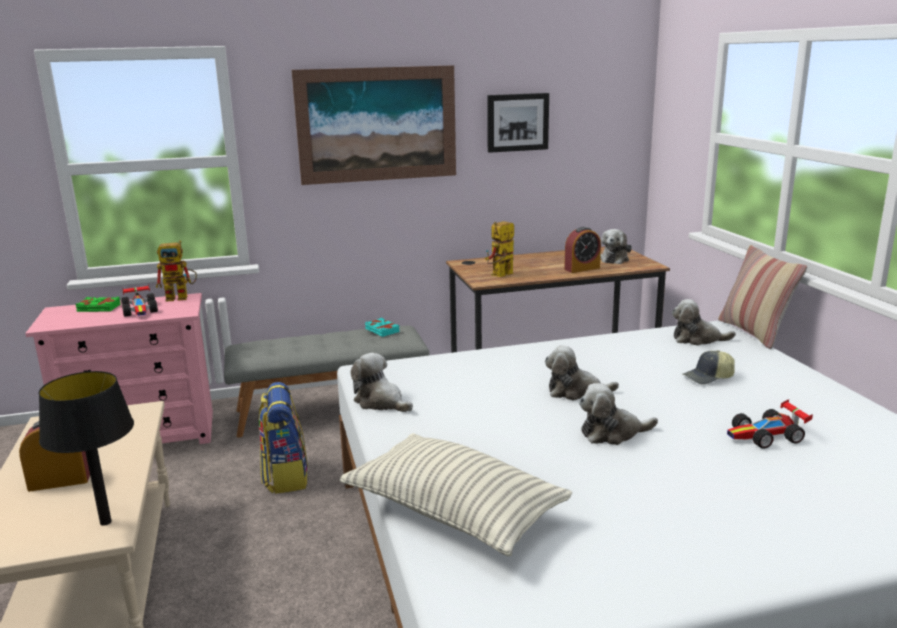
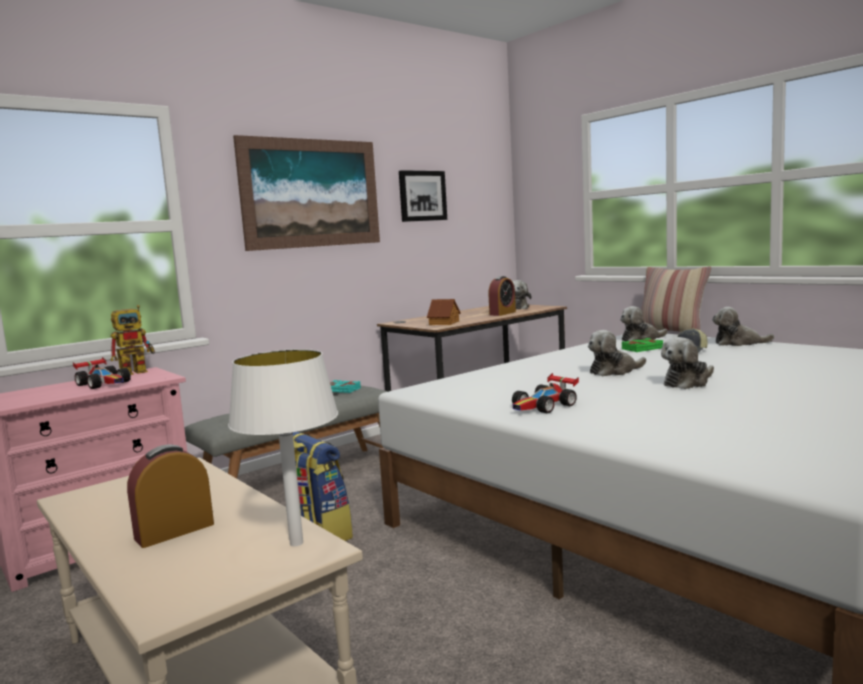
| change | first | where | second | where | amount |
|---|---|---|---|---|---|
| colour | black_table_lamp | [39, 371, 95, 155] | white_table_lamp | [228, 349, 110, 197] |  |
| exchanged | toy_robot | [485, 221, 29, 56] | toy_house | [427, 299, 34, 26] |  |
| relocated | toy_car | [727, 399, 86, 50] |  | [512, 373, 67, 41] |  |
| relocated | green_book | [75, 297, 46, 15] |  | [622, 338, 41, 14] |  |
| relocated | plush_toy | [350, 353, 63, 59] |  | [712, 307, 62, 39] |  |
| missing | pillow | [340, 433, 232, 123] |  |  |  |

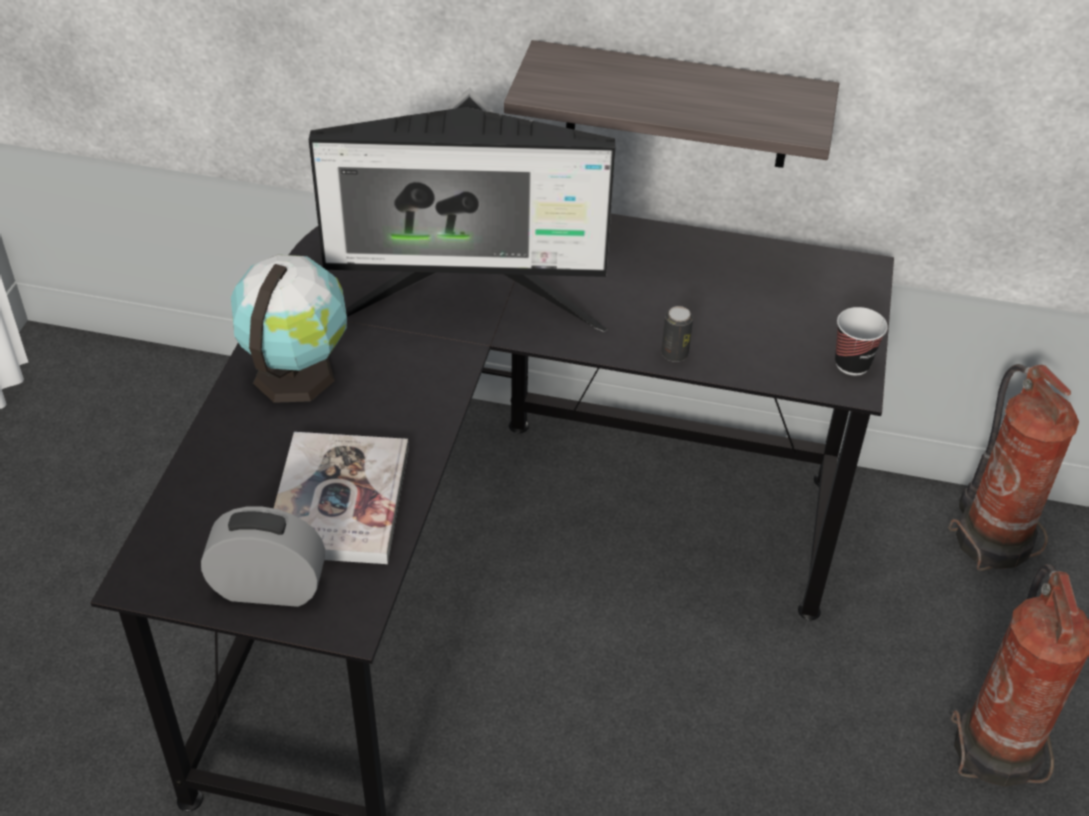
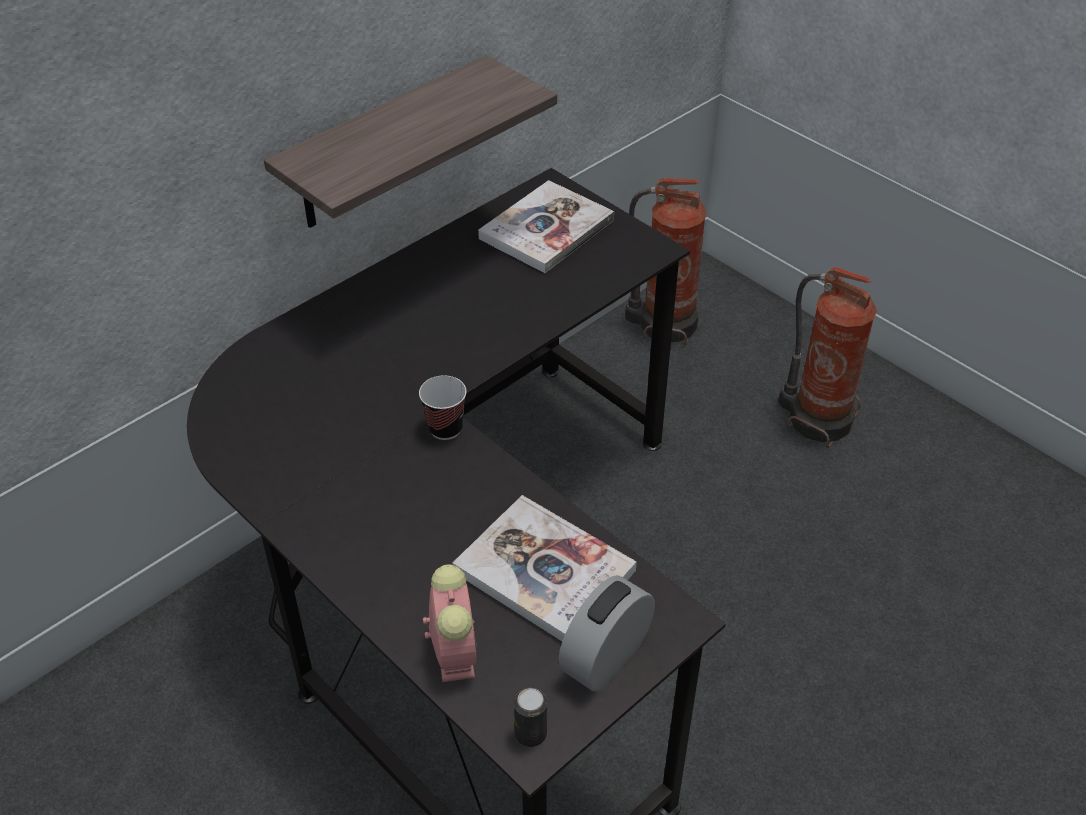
| change | first | where | second | where | amount |
|---|---|---|---|---|---|
| relocated | cup | [835, 307, 53, 68] |  | [419, 375, 48, 65] |  |
| appeared |  |  | alarm_clock | [423, 564, 54, 118] |  |
| appeared |  |  | book | [478, 180, 136, 93] |  |
| relocated | can | [661, 306, 32, 56] |  | [514, 688, 33, 59] |  |
| missing | globe | [231, 255, 116, 148] |  |  |  |
| missing | monitor | [308, 88, 307, 244] |  |  |  |

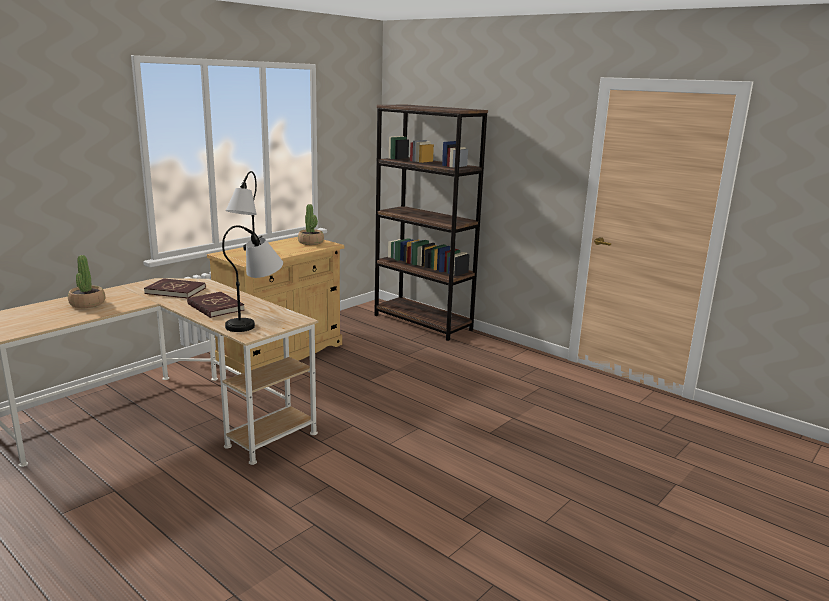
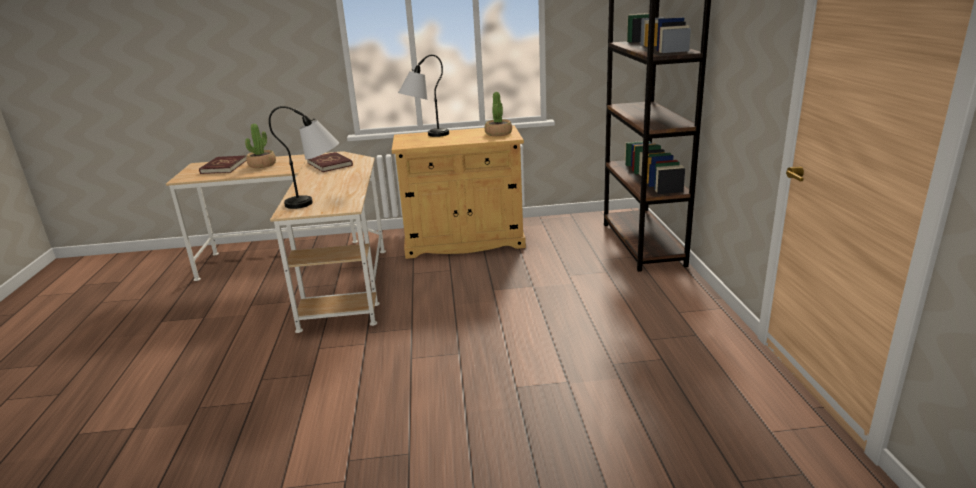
| change | first | where | second | where | amount |
|---|---|---|---|---|---|
| relocated | red_book | [187, 292, 57, 26] |  | [199, 155, 48, 19] |  |

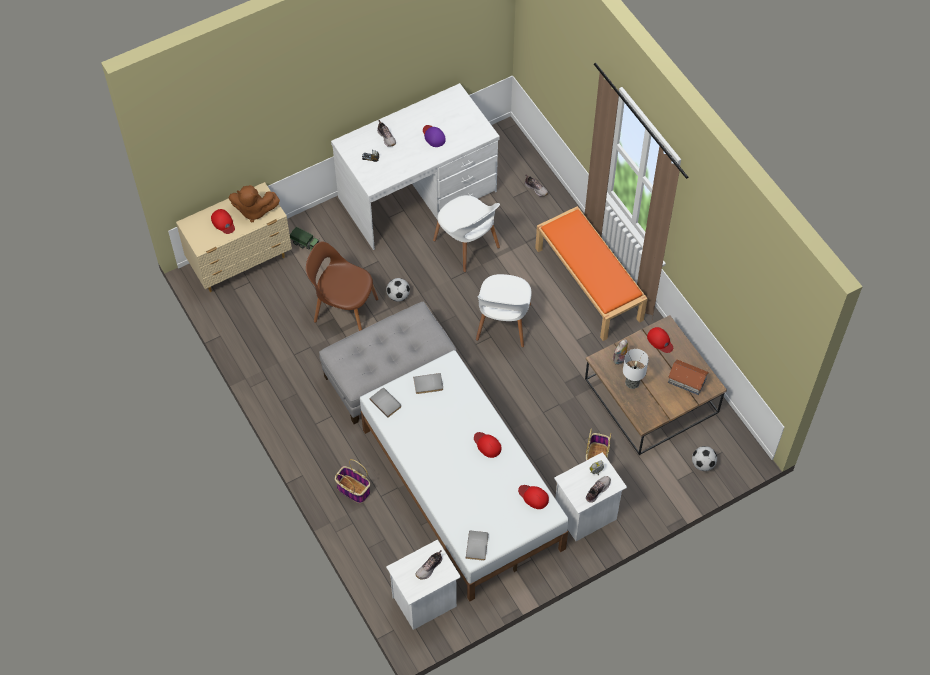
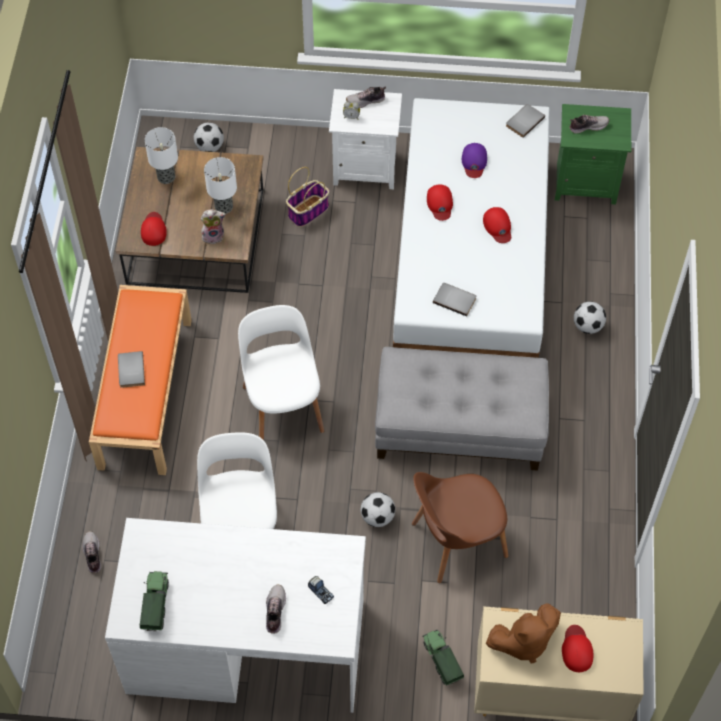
| change | first | where | second | where | amount |
|---|---|---|---|---|---|
| relocated | grey_book | [370, 388, 31, 30] |  | [118, 351, 27, 37] |  |
| appeared |  |  | toy_truck | [140, 571, 29, 60] |  |
| exchanged | toy_house | [668, 359, 41, 36] | table_lamp | [145, 127, 33, 57] |  |
| spun | white_chair | [476, 274, 56, 73] |  | [238, 305, 86, 135] | 60 degrees counterclockwise |
| spun | brown_chair | [306, 242, 73, 89] |  | [412, 472, 97, 111] | 105 degrees clockwise |
| relocated | purple_cap | [423, 125, 23, 22] |  | [462, 143, 25, 35] |  |
| relocated | red_cap | [518, 485, 31, 24] |  | [483, 207, 28, 36] |  |
| spun | brown_plush_toy | [229, 185, 51, 37] |  | [486, 603, 75, 60] | 120 degrees clockwise |
| colour | white_nightstand | [386, 539, 75, 91] | green_nightstand | [555, 104, 76, 101] |  |
| exchanged | basket | [335, 459, 35, 44] | football | [574, 301, 32, 33] |  |

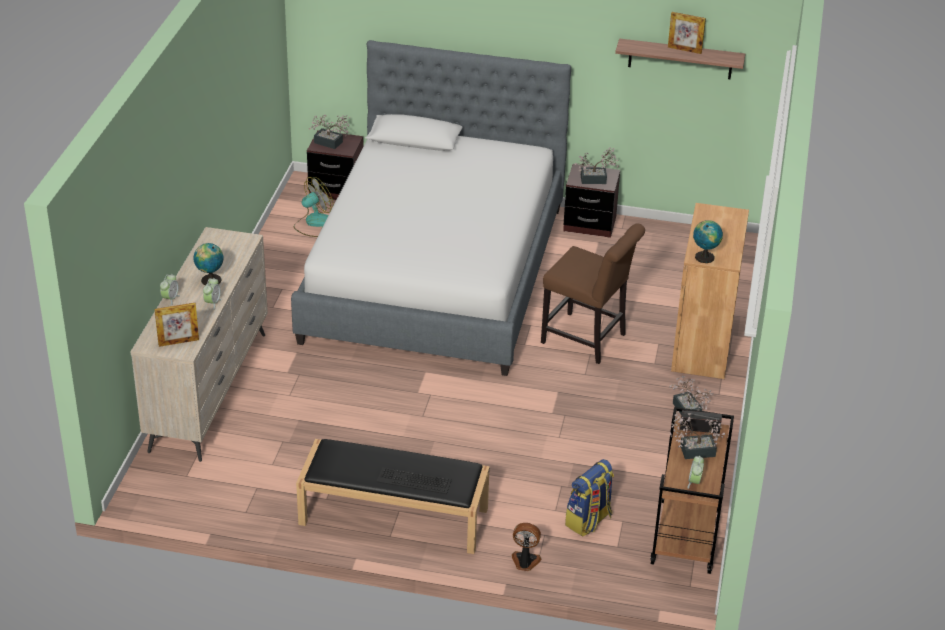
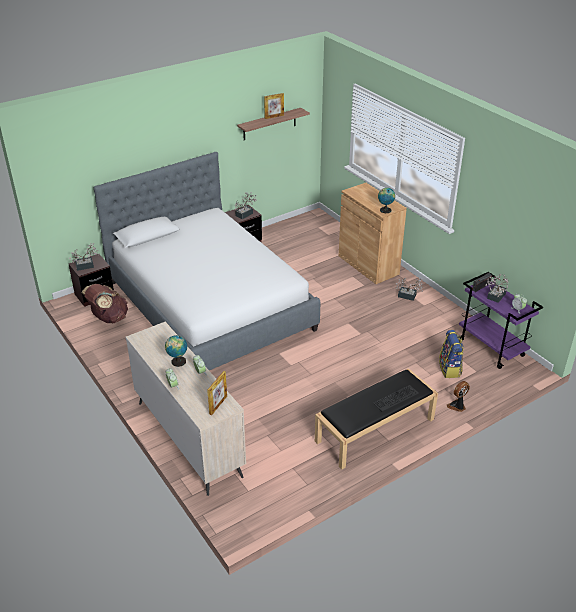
| change | first | where | second | where | amount |
|---|---|---|---|---|---|
| exchanged | fan | [294, 177, 39, 60] | brown_backpack | [81, 284, 47, 39] |  |
| colour | brown_cart | [650, 407, 84, 167] | purple_cart | [459, 272, 84, 97] |  |
| missing | brown_chair | [541, 223, 104, 141] |  |  |  |

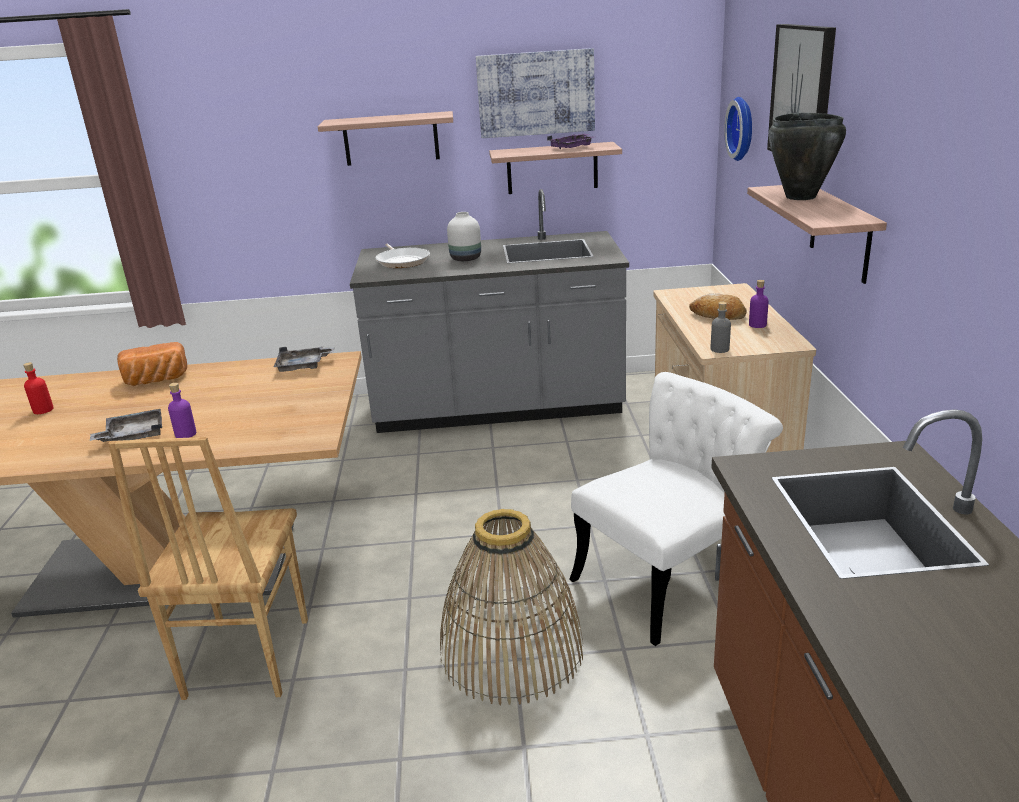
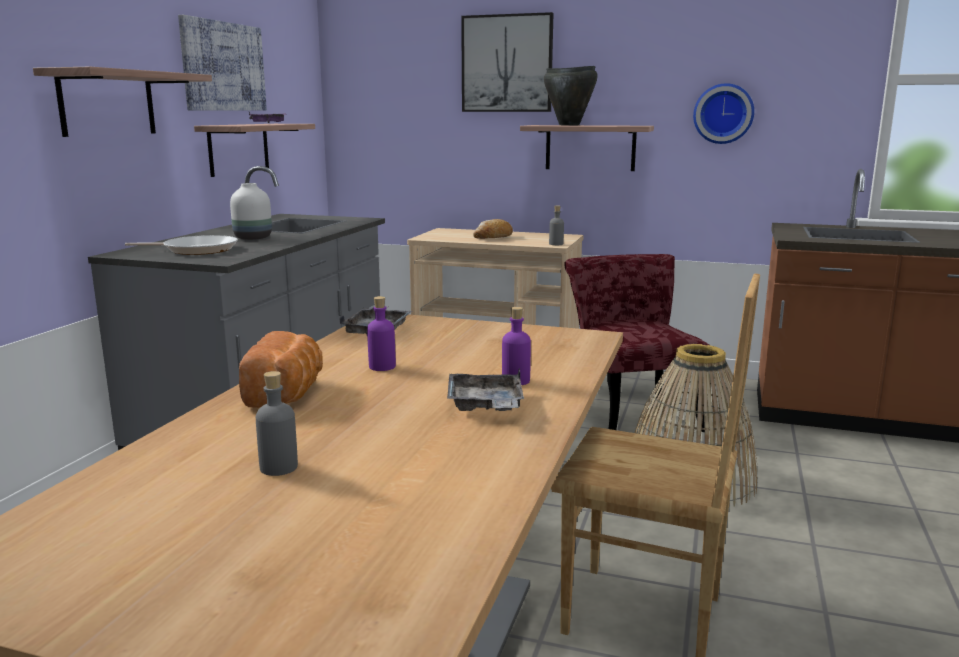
| change | first | where | second | where | amount |
|---|---|---|---|---|---|
| colour | red_bottle | [23, 362, 31, 52] | grey_bottle | [256, 371, 42, 105] |  |
| relocated | purple_bottle | [749, 280, 20, 48] |  | [367, 296, 29, 75] |  |
| colour | white_chair | [570, 372, 213, 274] | red_chair | [564, 254, 145, 178] |  |
| relocated | wall_clock | [724, 97, 28, 64] |  | [693, 83, 61, 61] |  |

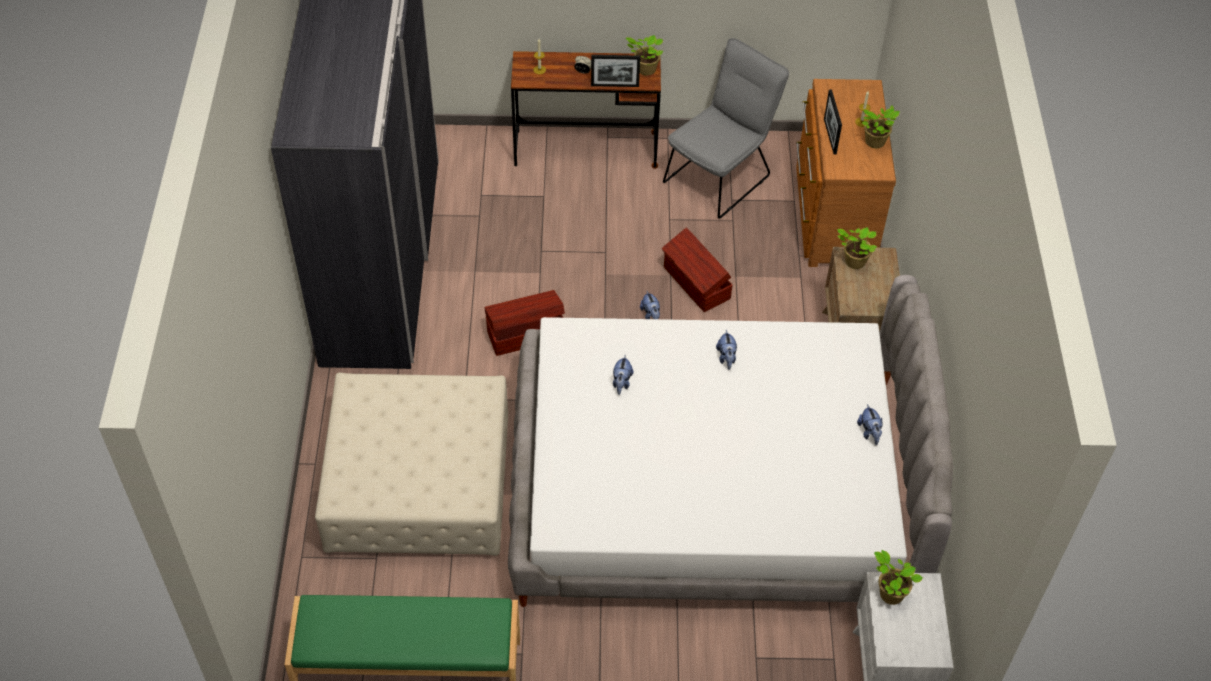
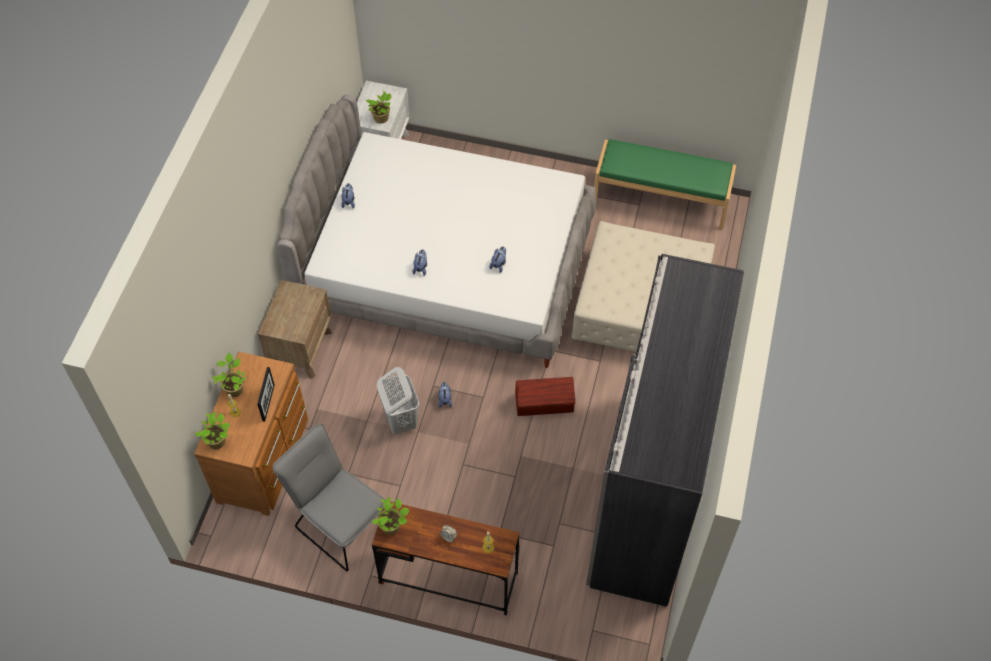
| change | first | where | second | where | amount |
|---|---|---|---|---|---|
| relocated | potted_plant | [837, 227, 40, 42] |  | [195, 412, 35, 37] |  |
| spun | grey_chair | [663, 38, 126, 181] |  | [272, 424, 113, 147] | 75 degrees clockwise |
| exchanged | brown_storage_box | [662, 227, 70, 85] | white_laundry_basket | [377, 367, 42, 68] |  |
| missing | picture_frame | [591, 55, 49, 32] |  |  |  |

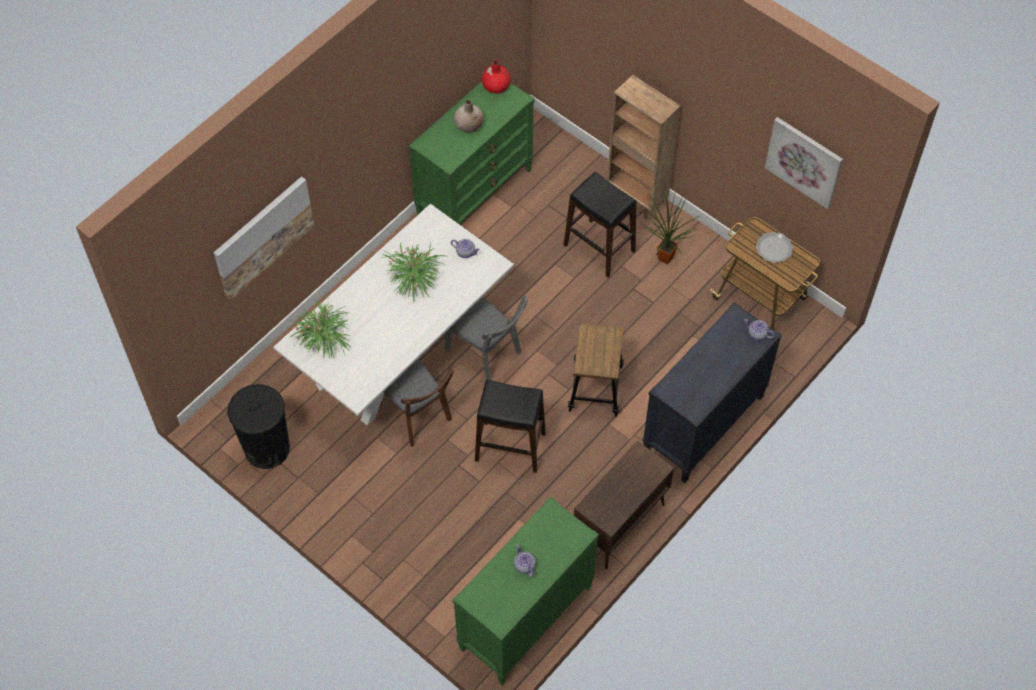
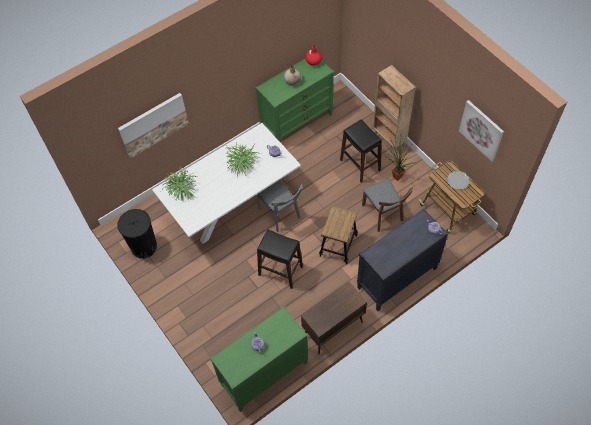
| change | first | where | second | where | amount |
|---|---|---|---|---|---|
| relocated | brown_chair | [380, 358, 75, 89] |  | [362, 179, 51, 53] |  |

